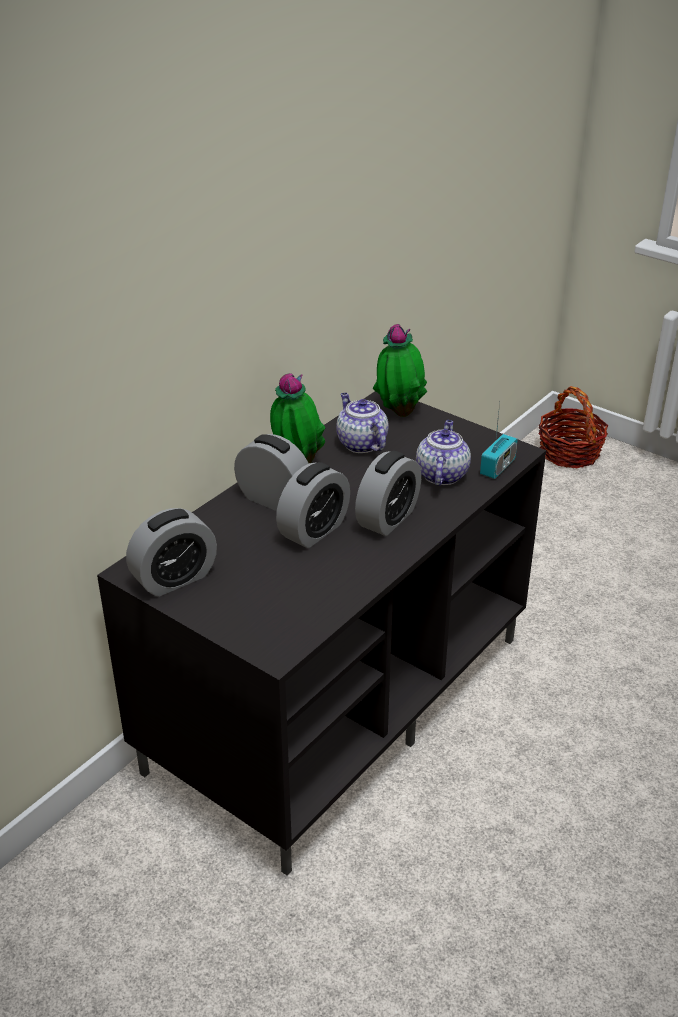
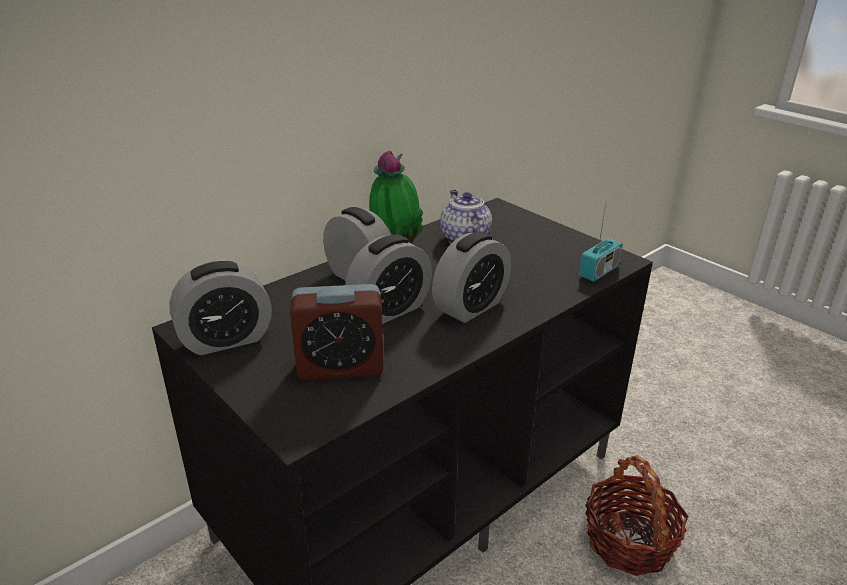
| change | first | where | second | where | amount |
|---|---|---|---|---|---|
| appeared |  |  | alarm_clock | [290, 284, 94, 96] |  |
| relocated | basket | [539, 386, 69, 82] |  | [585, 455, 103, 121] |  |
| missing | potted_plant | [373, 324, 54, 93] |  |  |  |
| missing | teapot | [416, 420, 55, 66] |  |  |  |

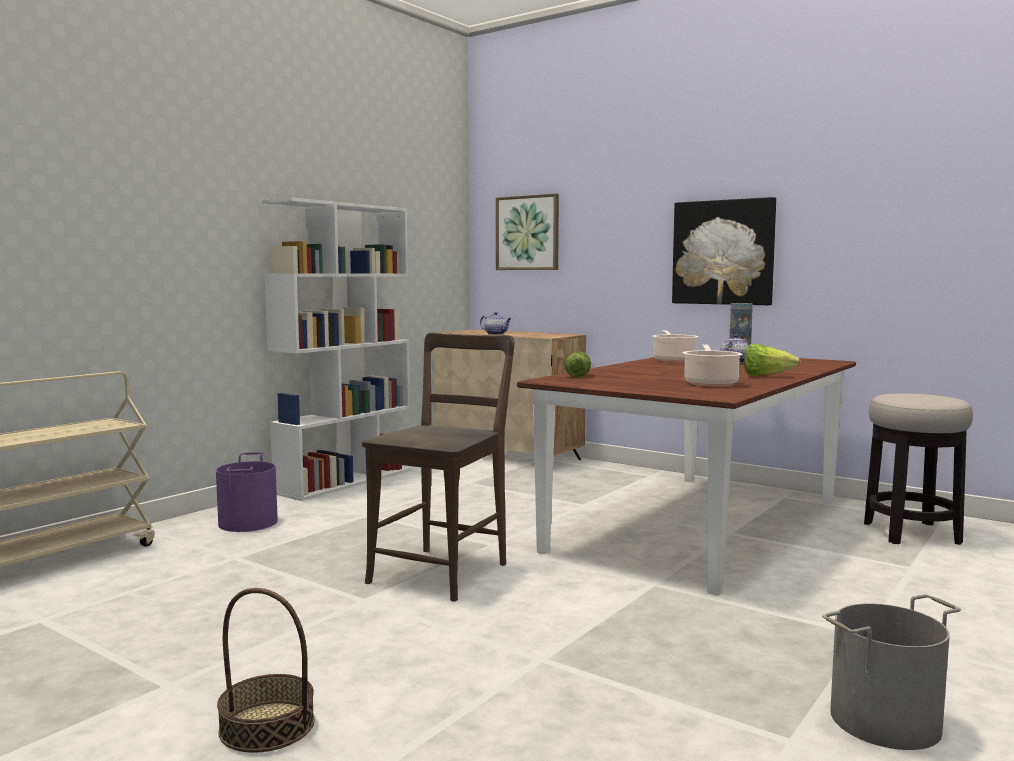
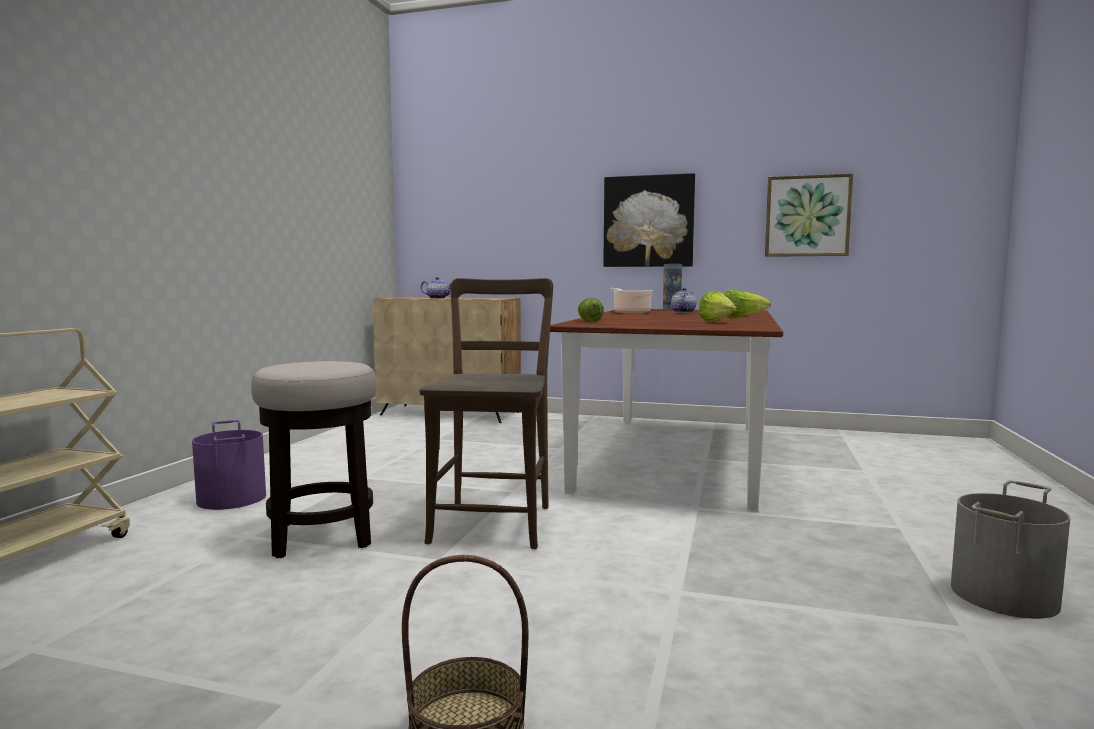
| change | first | where | second | where | amount |
|---|---|---|---|---|---|
| relocated | stool | [864, 393, 109, 152] |  | [251, 361, 125, 197] |  |
| exchanged | cooking_pot | [683, 345, 59, 42] | lettuce | [699, 290, 38, 32] |  |
| relocated | picture | [496, 194, 63, 76] |  | [765, 173, 88, 84] |  |
| missing | white_bookcase | [262, 197, 149, 304] |  |  |  |

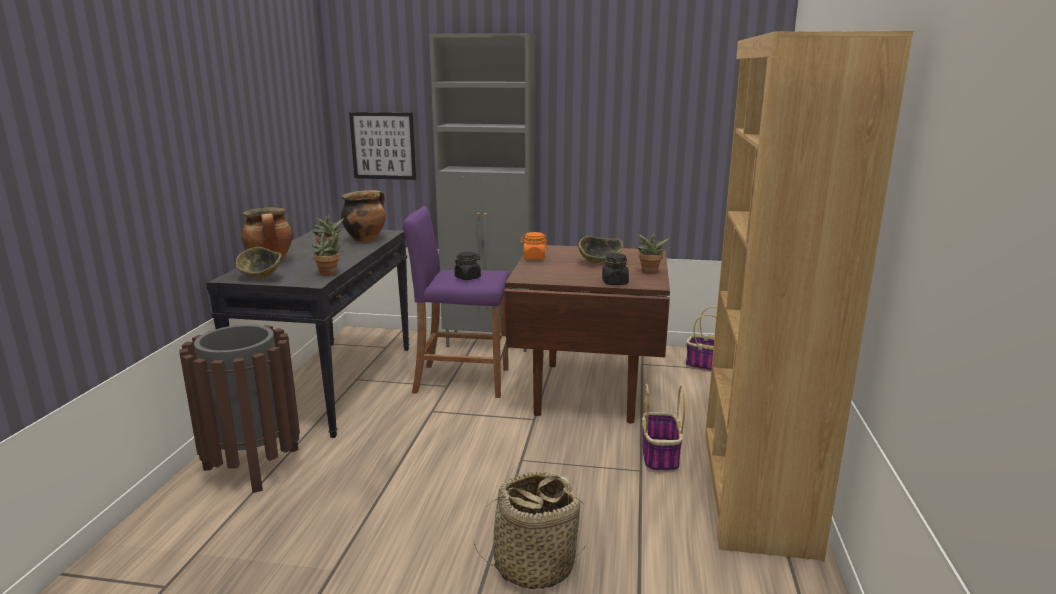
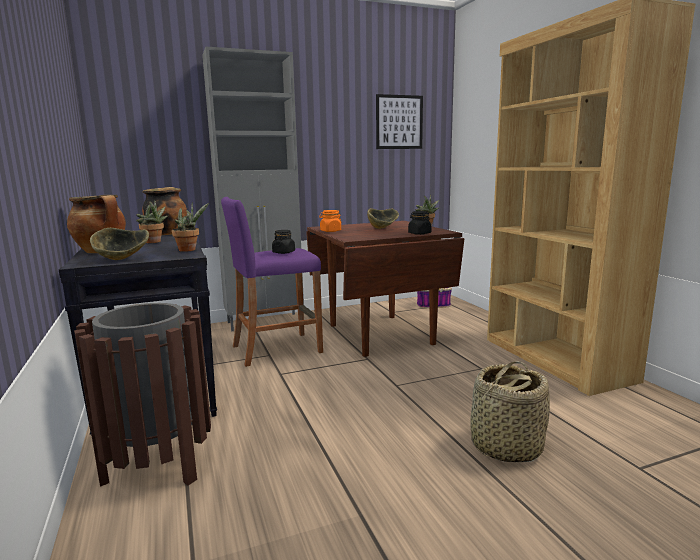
| change | first | where | second | where | amount |
|---|---|---|---|---|---|
| relocated | picture | [349, 112, 67, 68] |  | [376, 94, 47, 55] |  |
| missing | basket | [642, 384, 43, 88] |  |  |  |

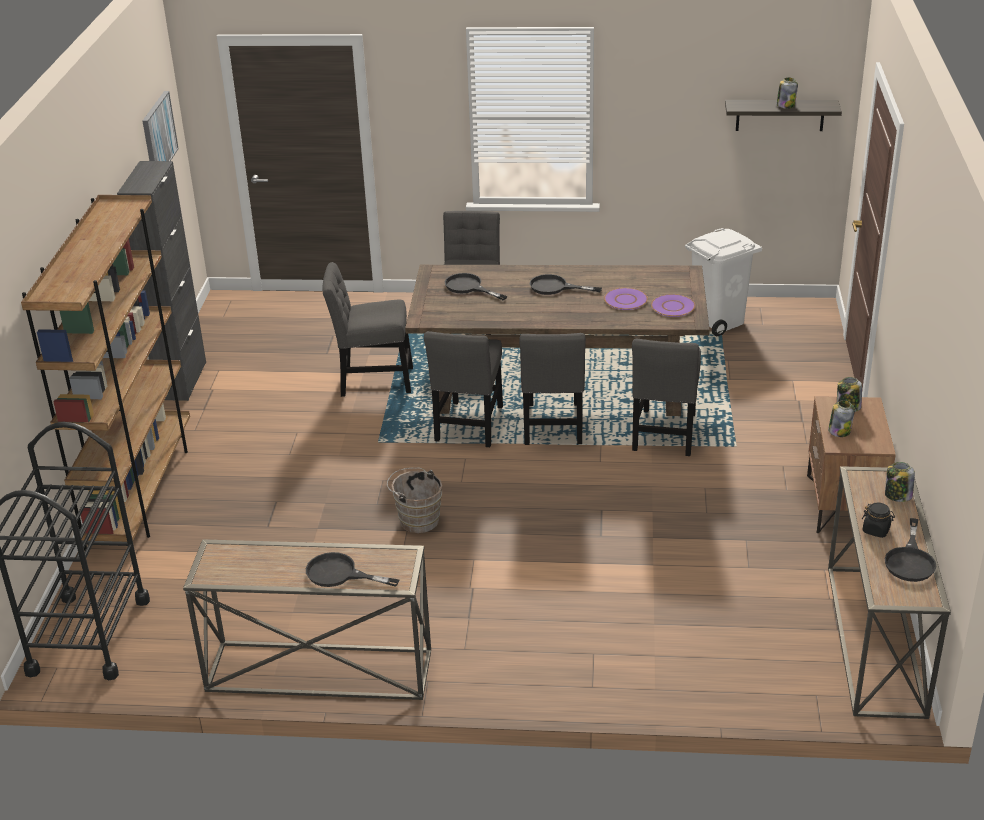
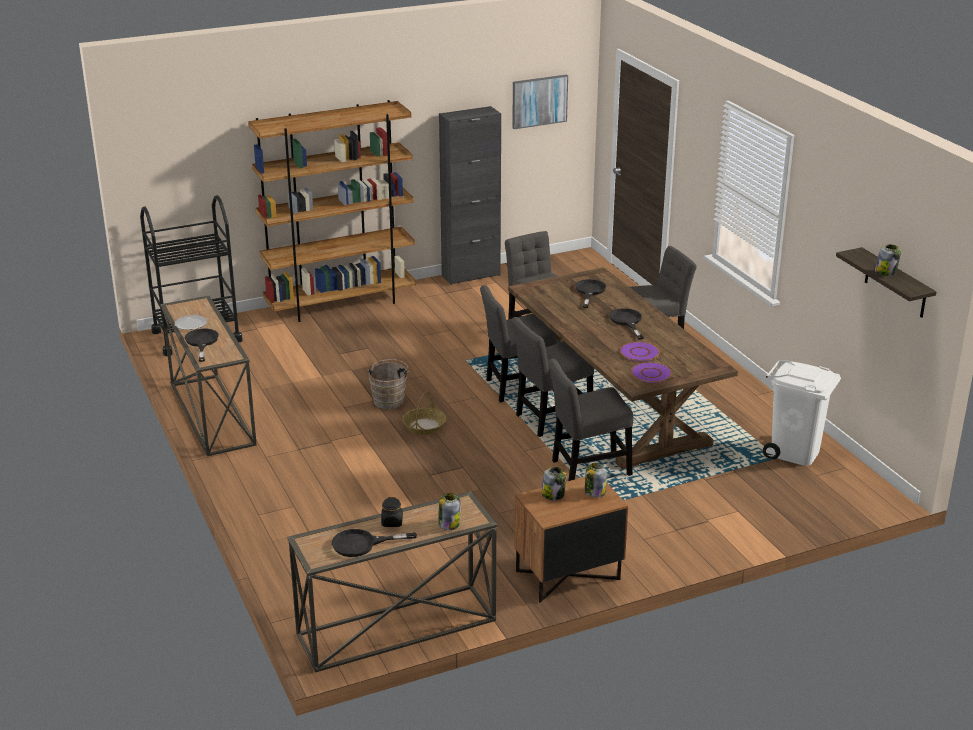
| change | first | where | second | where | amount |
|---|---|---|---|---|---|
| appeared |  |  | plate | [175, 315, 32, 15] |  |
| appeared |  |  | basket | [402, 391, 44, 44] |  |

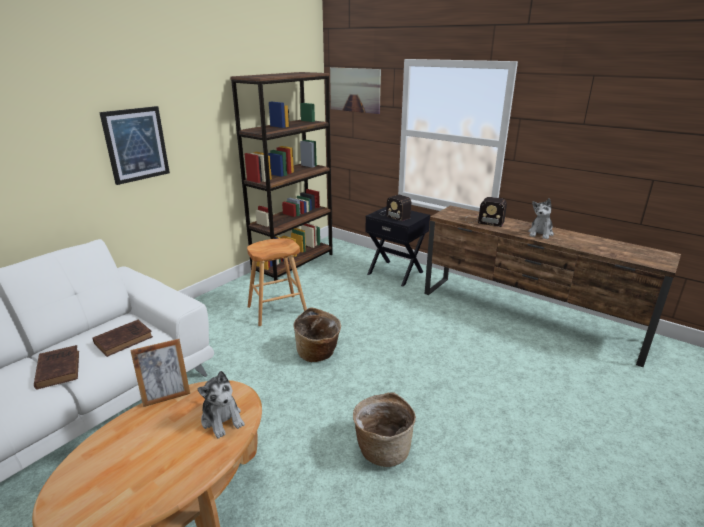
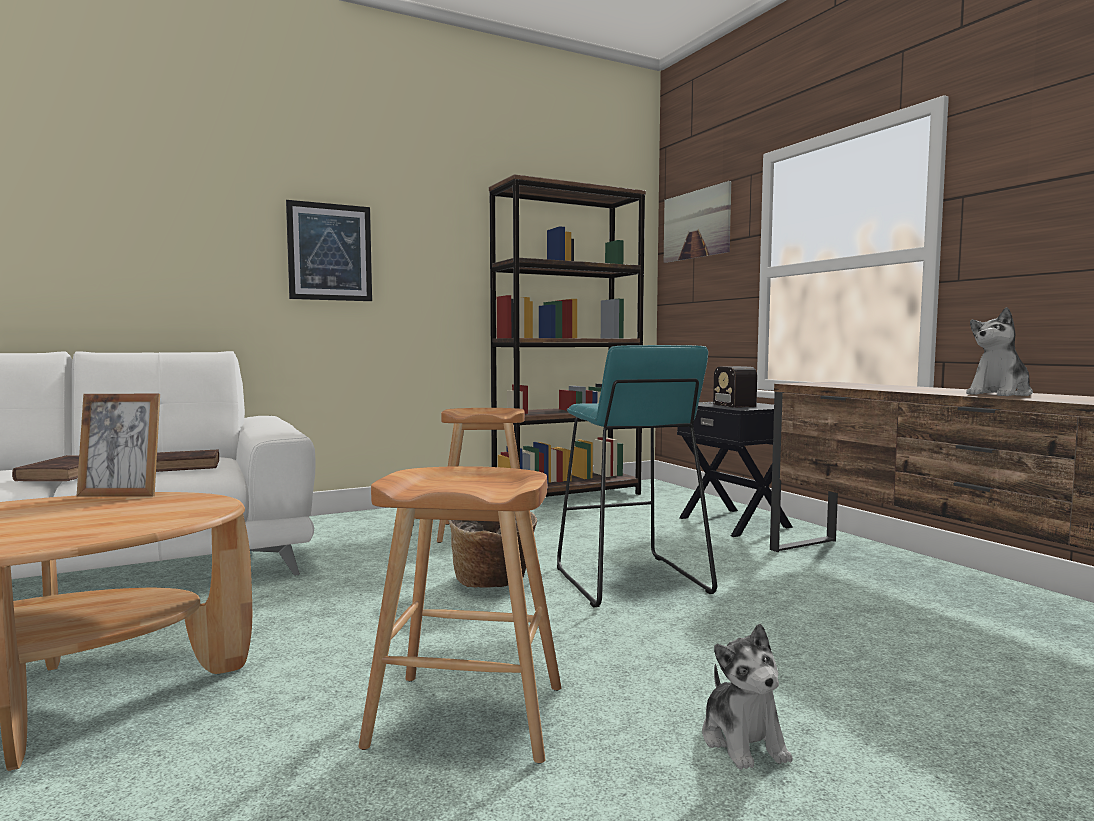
| change | first | where | second | where | amount |
|---|---|---|---|---|---|
| exchanged | basket | [353, 392, 63, 75] | brown_stool | [358, 466, 203, 298] |  |
| appeared |  |  | turquoise_stool | [557, 345, 160, 263] |  |
| relocated | plush_toy | [197, 371, 48, 67] |  | [702, 624, 91, 146] |  |
| missing | radio | [465, 197, 42, 30] |  |  |  |

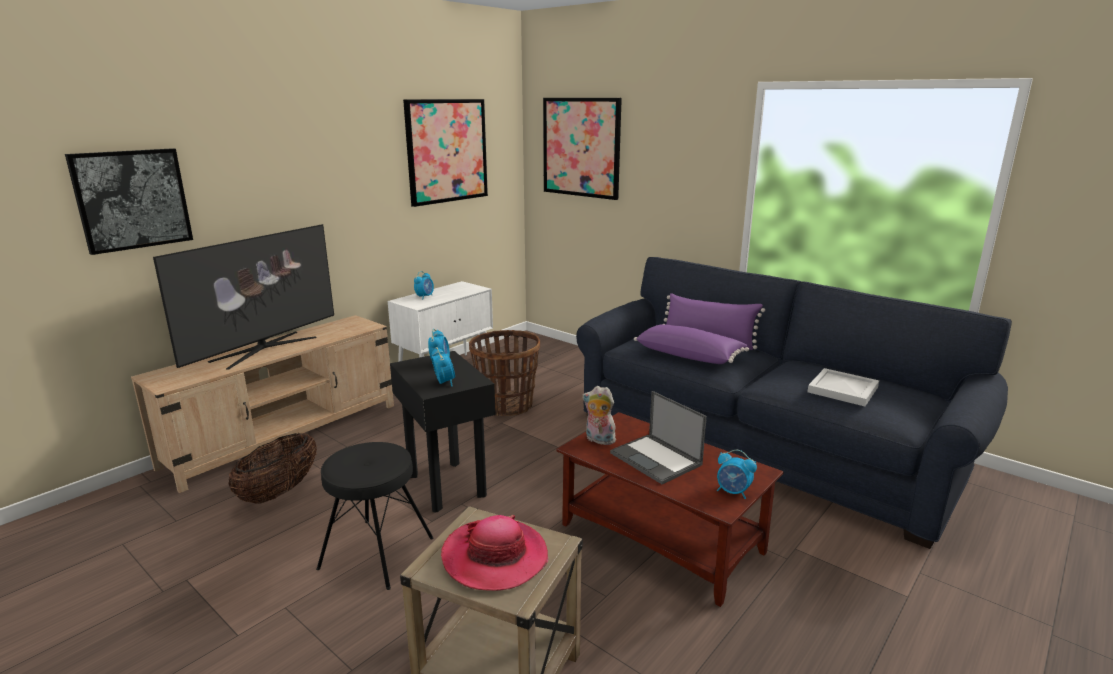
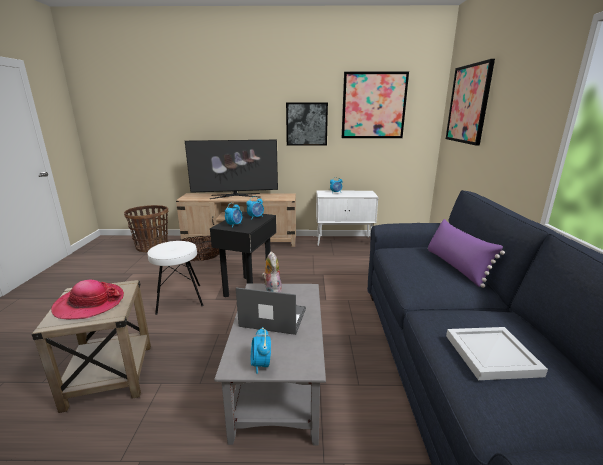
| change | first | where | second | where | amount |
|---|---|---|---|---|---|
| relocated | basket | [469, 330, 71, 86] |  | [124, 205, 44, 48] |  |
| colour | black_stool | [316, 442, 118, 148] | white_stool | [148, 241, 56, 74] |  |
| colour | brown_coffee_table | [556, 412, 228, 195] | grey_coffee_table | [214, 284, 112, 162] |  |
| spun | laptop | [610, 391, 97, 93] |  | [236, 288, 70, 47] | 90 degrees clockwise |
| relocated | picture | [65, 148, 128, 107] |  | [286, 102, 42, 44] |  |
| missing | purple_pillow | [634, 325, 115, 39] |  |  |  |

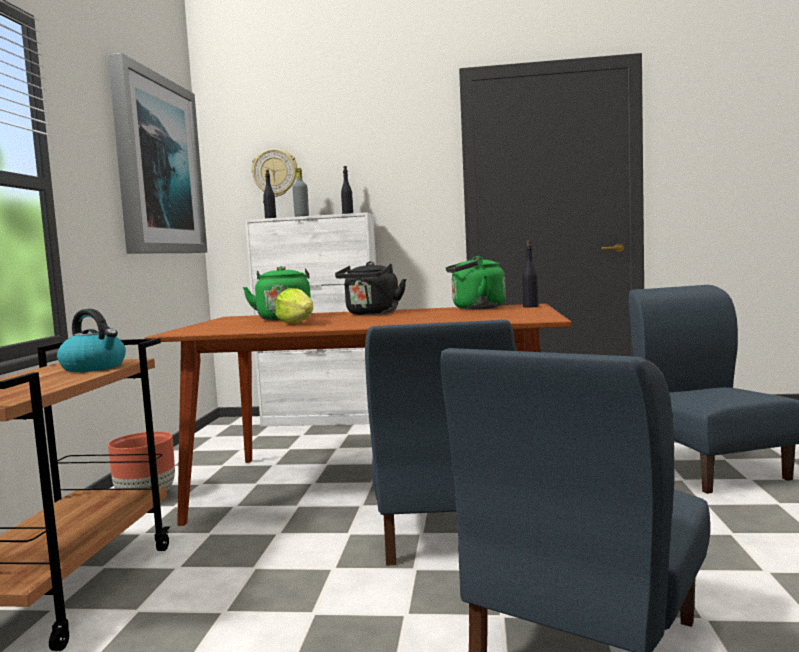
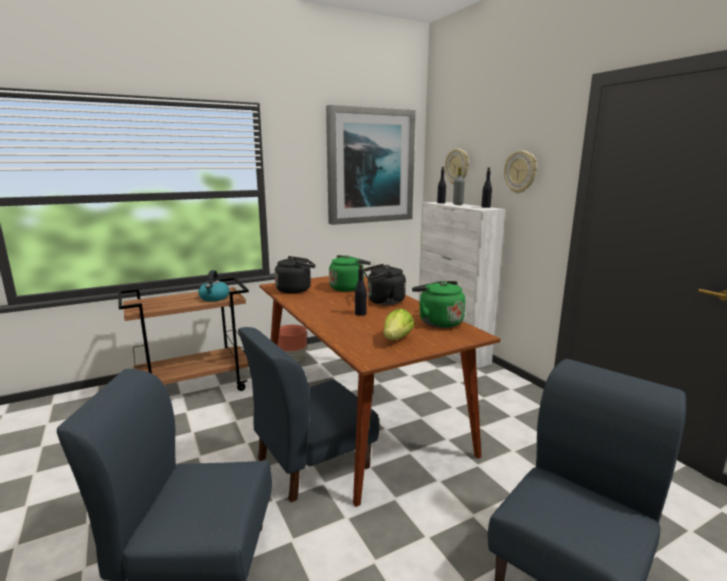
| change | first | where | second | where | amount |
|---|---|---|---|---|---|
| appeared |  |  | black_kettle | [275, 256, 40, 38] |  |
| relocated | black_bottle | [522, 240, 16, 68] |  | [355, 264, 12, 52] |  |
| relocated | lettuce | [275, 288, 38, 36] |  | [384, 308, 30, 32] |  |
| appeared |  |  | wall_clock | [504, 150, 33, 43] |  |

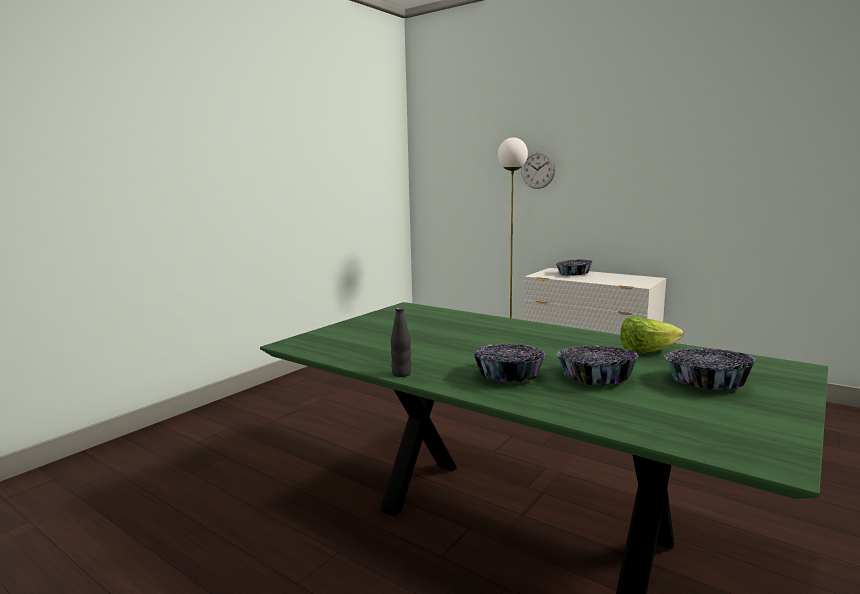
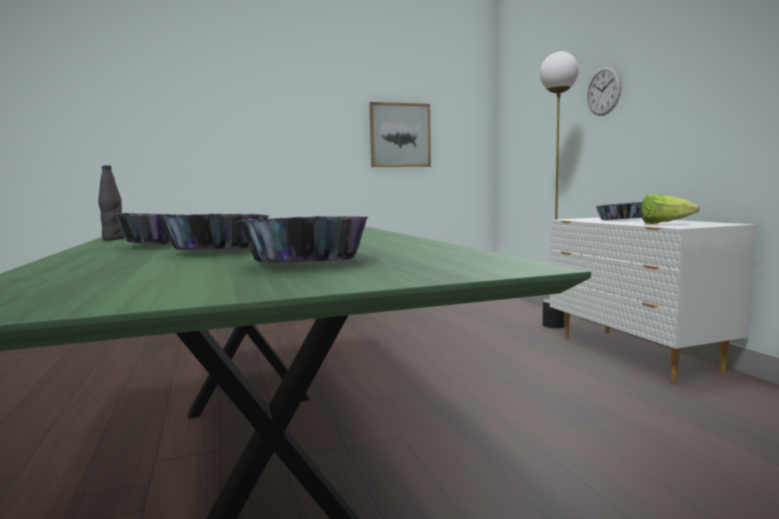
| change | first | where | second | where | amount |
|---|---|---|---|---|---|
| appeared |  |  | picture | [369, 102, 62, 65] |  |
| relocated | lettuce | [620, 316, 63, 38] |  | [641, 193, 58, 31] |  |

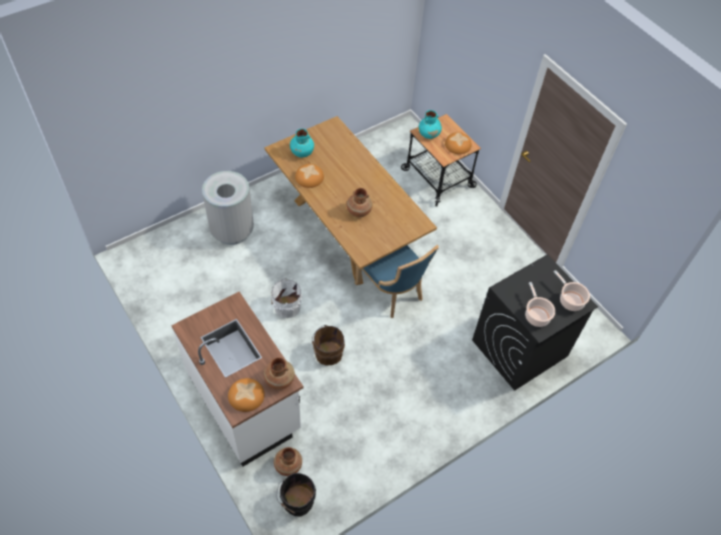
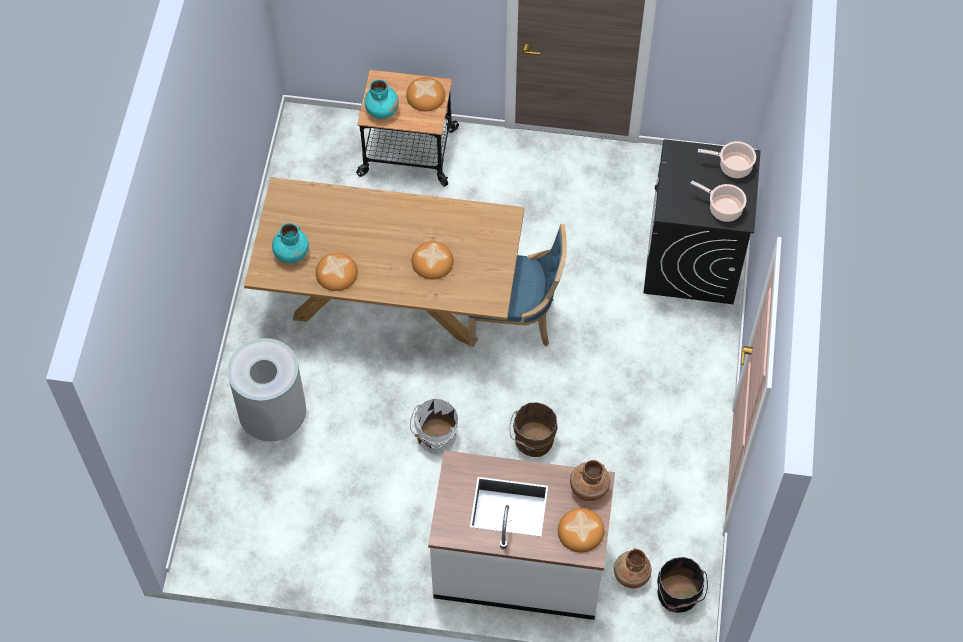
| change | first | where | second | where | amount |
|---|---|---|---|---|---|
| exchanged | brown_vase | [347, 188, 25, 29] | bread | [412, 241, 42, 38] |  |

